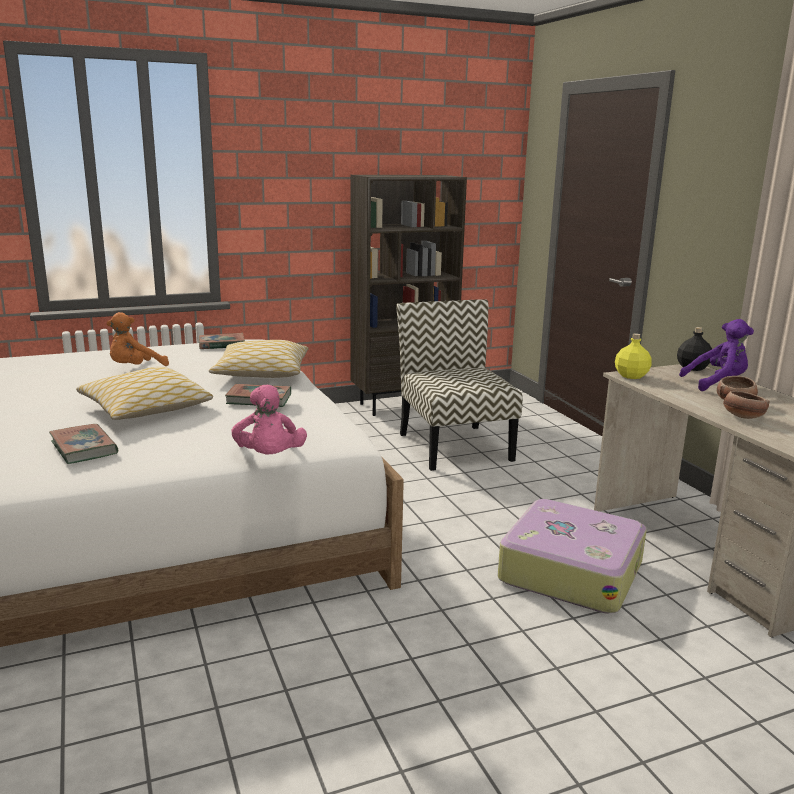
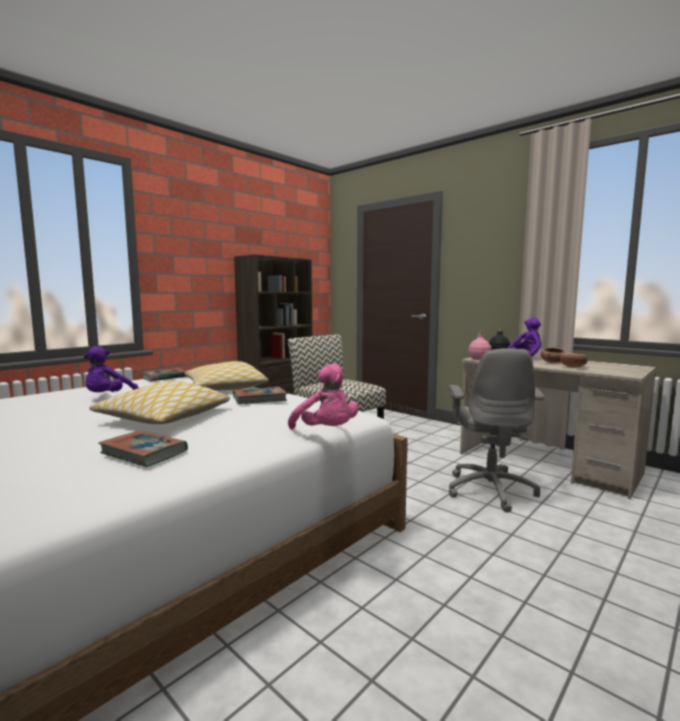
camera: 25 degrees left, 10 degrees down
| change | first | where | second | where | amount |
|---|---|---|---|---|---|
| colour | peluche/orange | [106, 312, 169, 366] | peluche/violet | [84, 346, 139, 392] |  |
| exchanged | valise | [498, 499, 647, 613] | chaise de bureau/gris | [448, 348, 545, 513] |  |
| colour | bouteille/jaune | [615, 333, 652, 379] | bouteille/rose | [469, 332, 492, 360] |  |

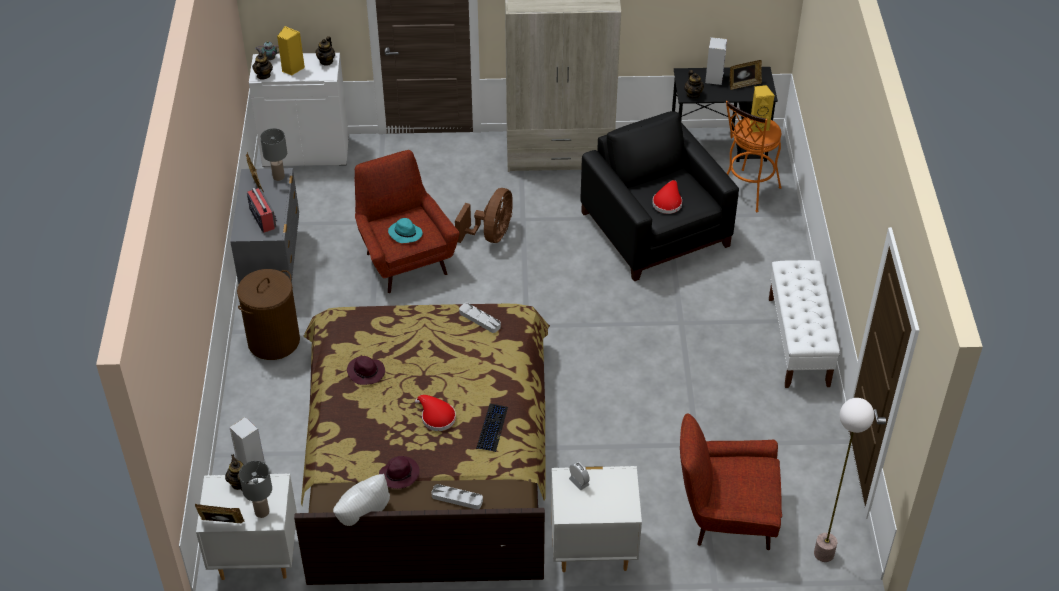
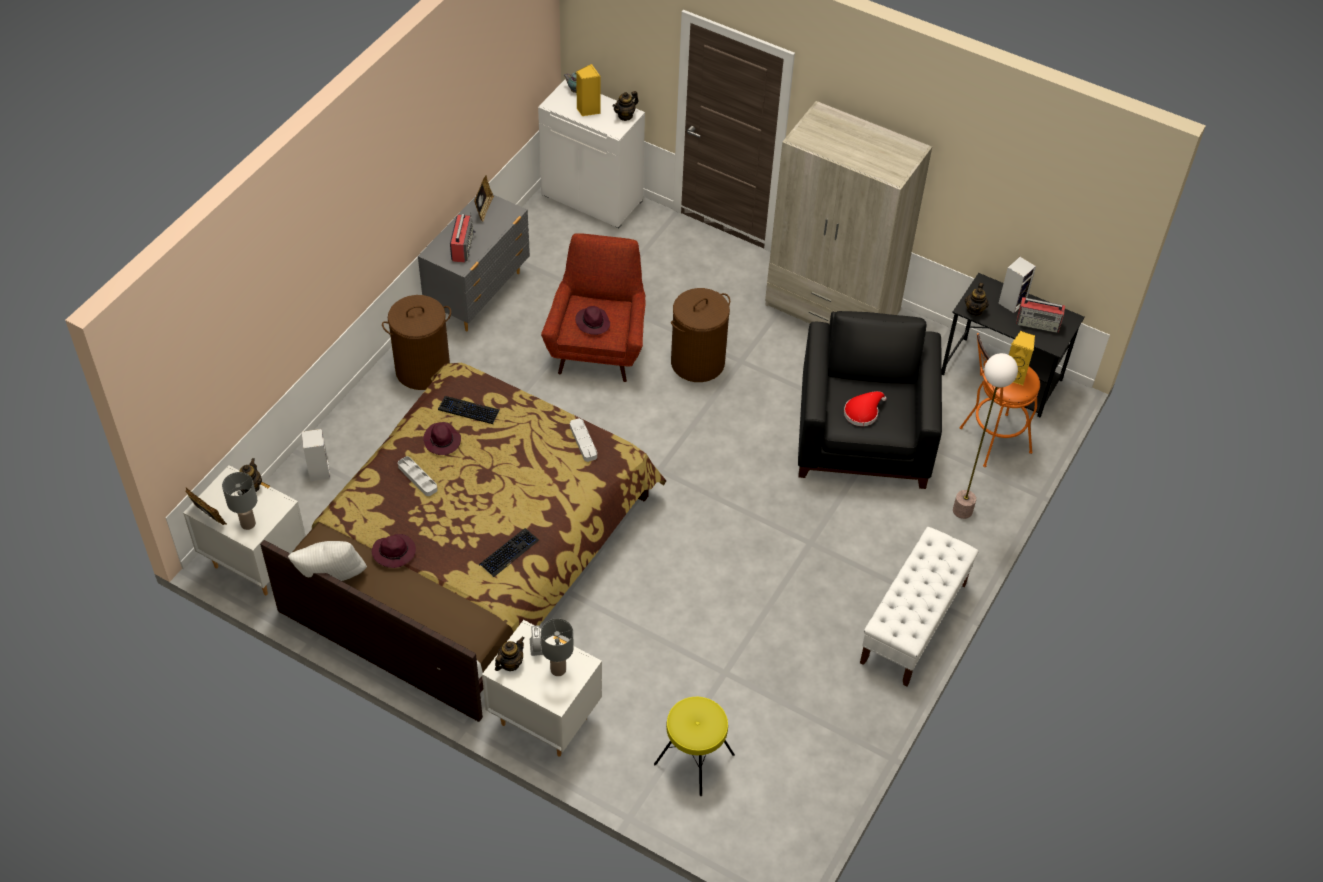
camera: 30 degrees right, 5 degrees up
| change | first | where | second | where | amount |
|---|---|---|---|---|---|
| relocated | théière | [252, 51, 273, 80] |  | [495, 636, 524, 671] |  |
| relocated | lampe de table/gris | [260, 128, 287, 181] |  | [541, 618, 574, 676] |  |
| colour | chapeau/turquoise | [388, 218, 423, 243] | chapeau/violet | [575, 306, 610, 335] |  |
| missing | chapeau/rouge | [415, 395, 456, 431] |  |  |  |
| relocated | plateau/gris | [432, 484, 483, 509] |  | [398, 456, 437, 496] |  |
| exchanged | ventilateur/marron | [455, 188, 513, 243] | panier à linge/marron | [671, 288, 730, 382] |  |
| exchanged | fauteuil/rouge | [680, 413, 782, 550] | tabouret/jaune | [654, 697, 735, 796] |  |
| exchanged | cadre photo | [730, 60, 762, 90] | radio | [1016, 297, 1065, 333] |  |
| relocated | lampadaire | [814, 398, 874, 562] |  | [953, 353, 1018, 519] |  |
| appeared |  |  | clavier | [438, 396, 500, 424] |  |

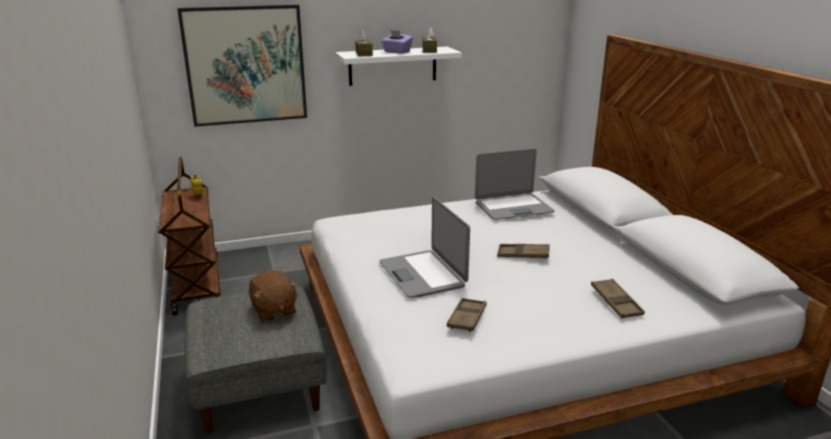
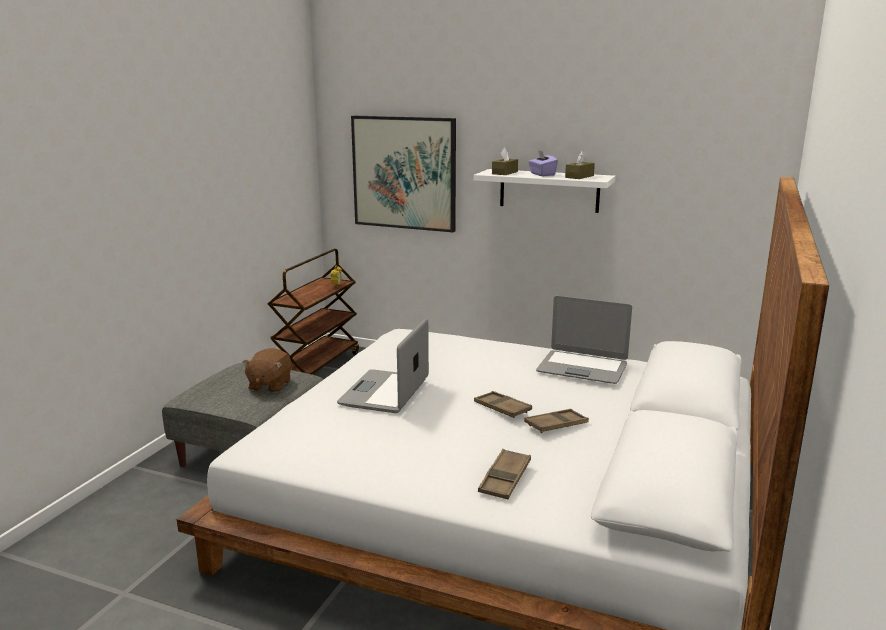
camera: 40 degrees right, 5 degrees down
| change | first | where | second | where | amount |
|---|---|---|---|---|---|
| relocated | plateau/marron | [447, 298, 487, 332] |  | [524, 409, 589, 433] |  |

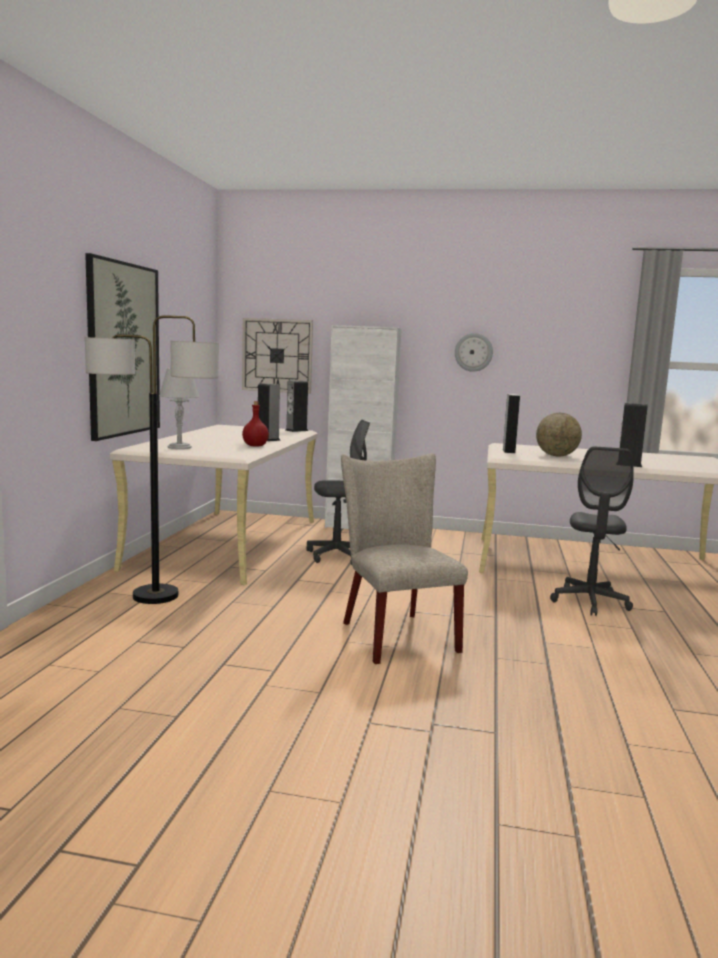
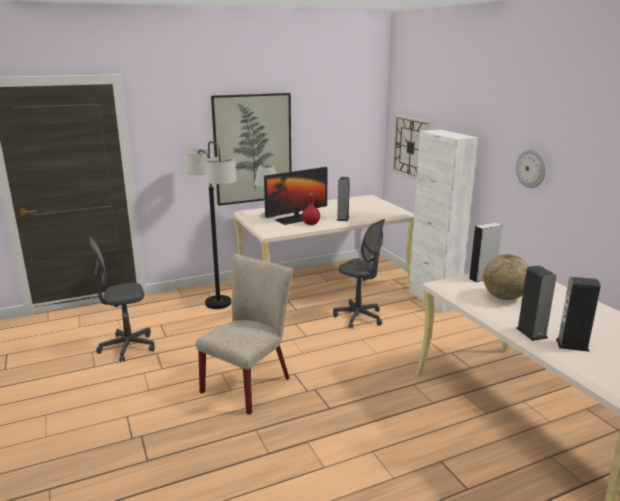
camera: 55 degrees right, 10 degrees up
| change | first | where | second | where | amount |
|---|---|---|---|---|---|
| relocated | enceinte | [286, 381, 308, 432] |  | [556, 277, 601, 352] |  |
| relocated | chaise de bureau/gris | [550, 447, 634, 616] |  | [90, 237, 155, 362] |  |
| appeared |  |  | écran d'ordinateur | [264, 167, 328, 225] |  |

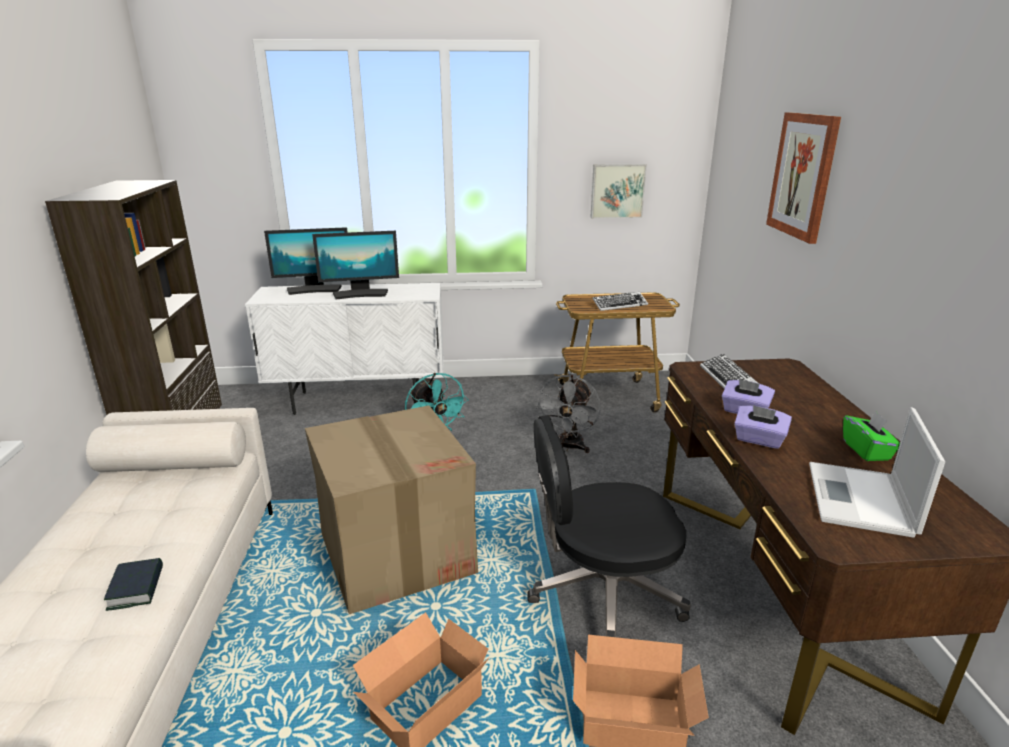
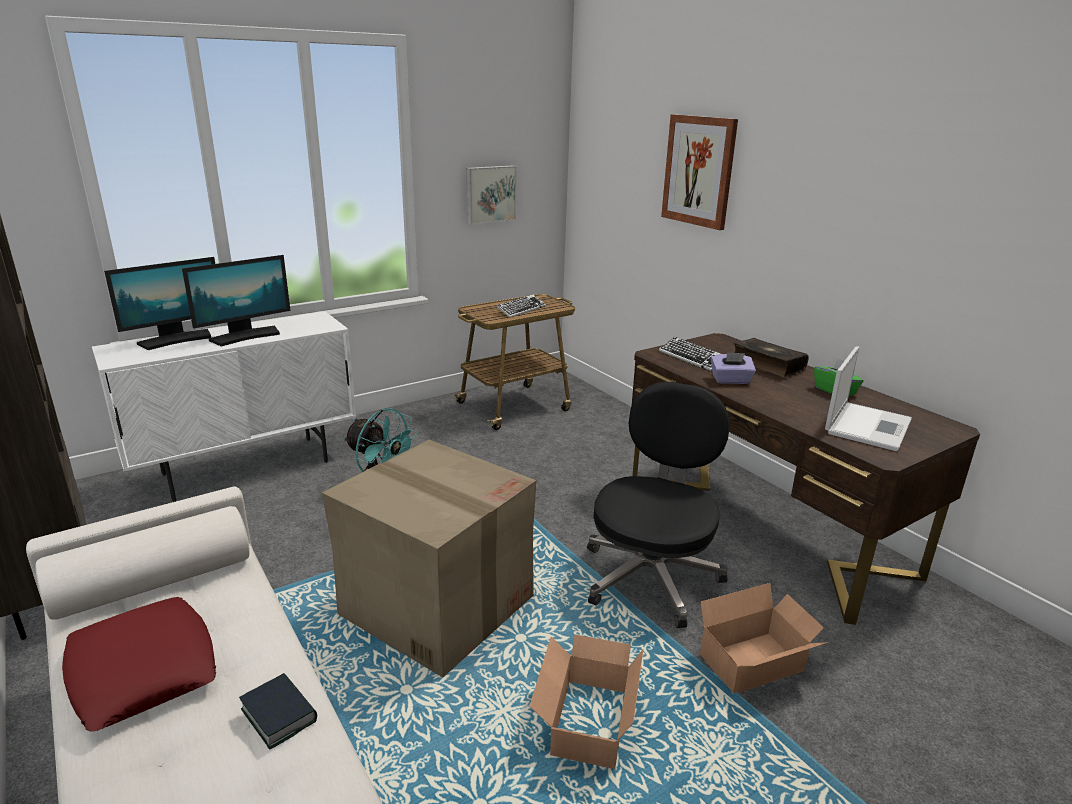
camera: 30 degrees left, 0 degrees up
| change | first | where | second | where | amount |
|---|---|---|---|---|---|
| spun | chaise de bureau/noir | [527, 415, 691, 637] |  | [587, 382, 730, 628] | 150 degrees clockwise |
| missing | ventilateur/gris | [536, 375, 601, 453] |  |  |  |
| missing | boîte à mouchoirs/violet | [734, 405, 792, 449] |  |  |  |
| spun | ordinateur portable | [809, 407, 945, 538] |  | [825, 346, 912, 451] | 135 degrees counterclockwise |
| appeared |  |  | coussin/rouge | [62, 597, 216, 732] |  |
| appeared |  |  | livre | [734, 338, 809, 378] |  |

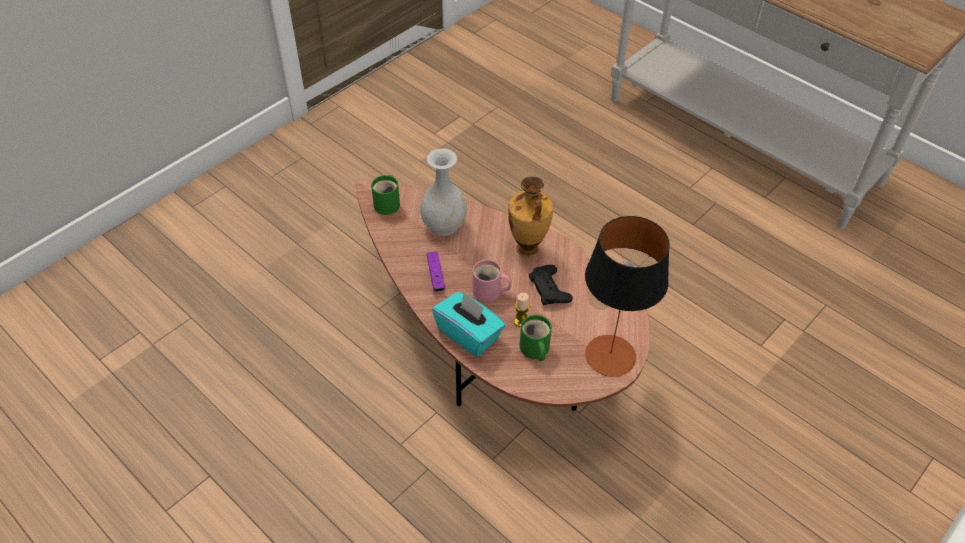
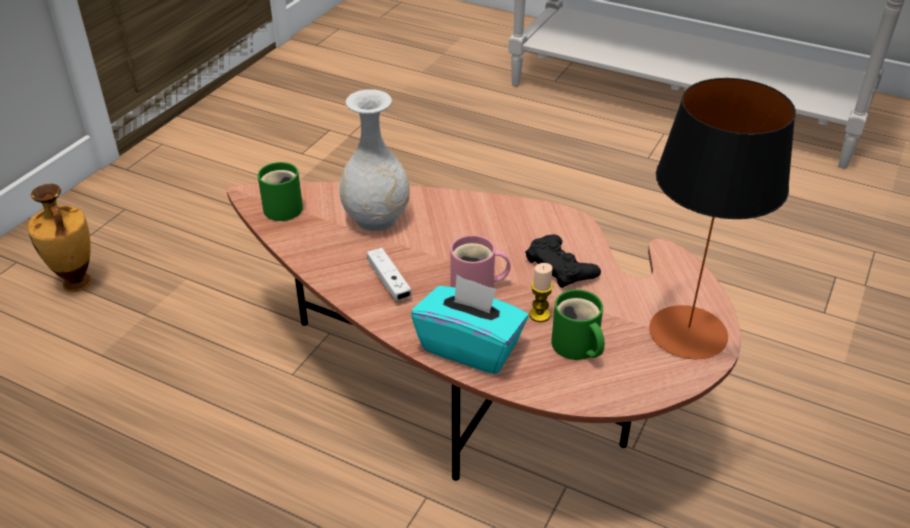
camera: 15 degrees left, 10 degrees down
| change | first | where | second | where | amount |
|---|---|---|---|---|---|
| colour | manette/violet | [427, 252, 445, 292] | manette/blanc | [367, 248, 412, 301] |  |
| relocated | vase | [508, 176, 553, 257] |  | [27, 184, 92, 292] |  |

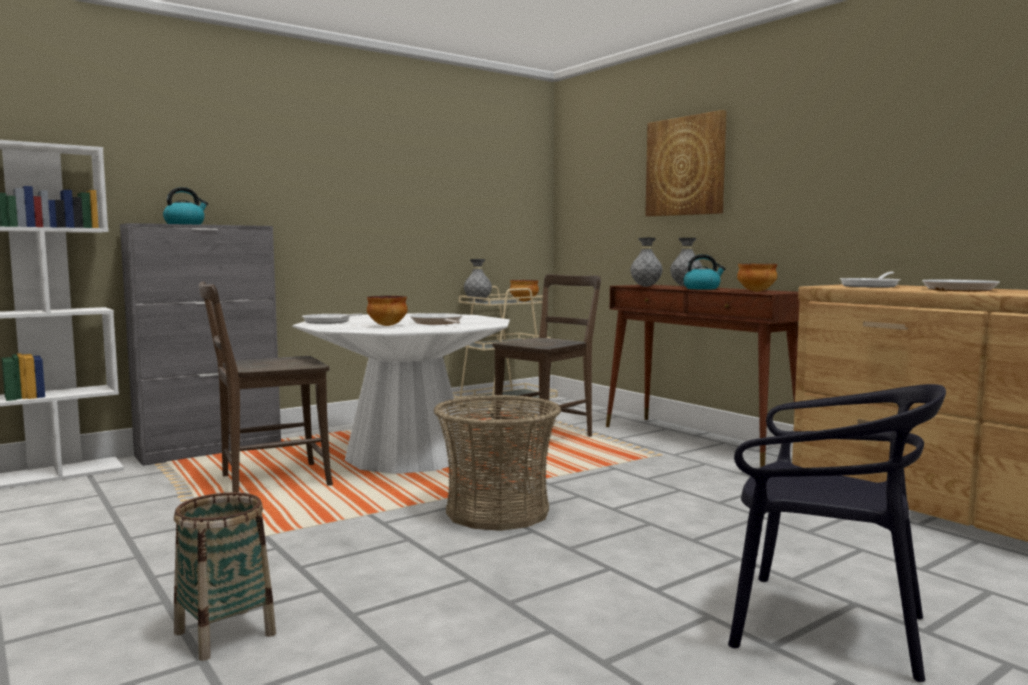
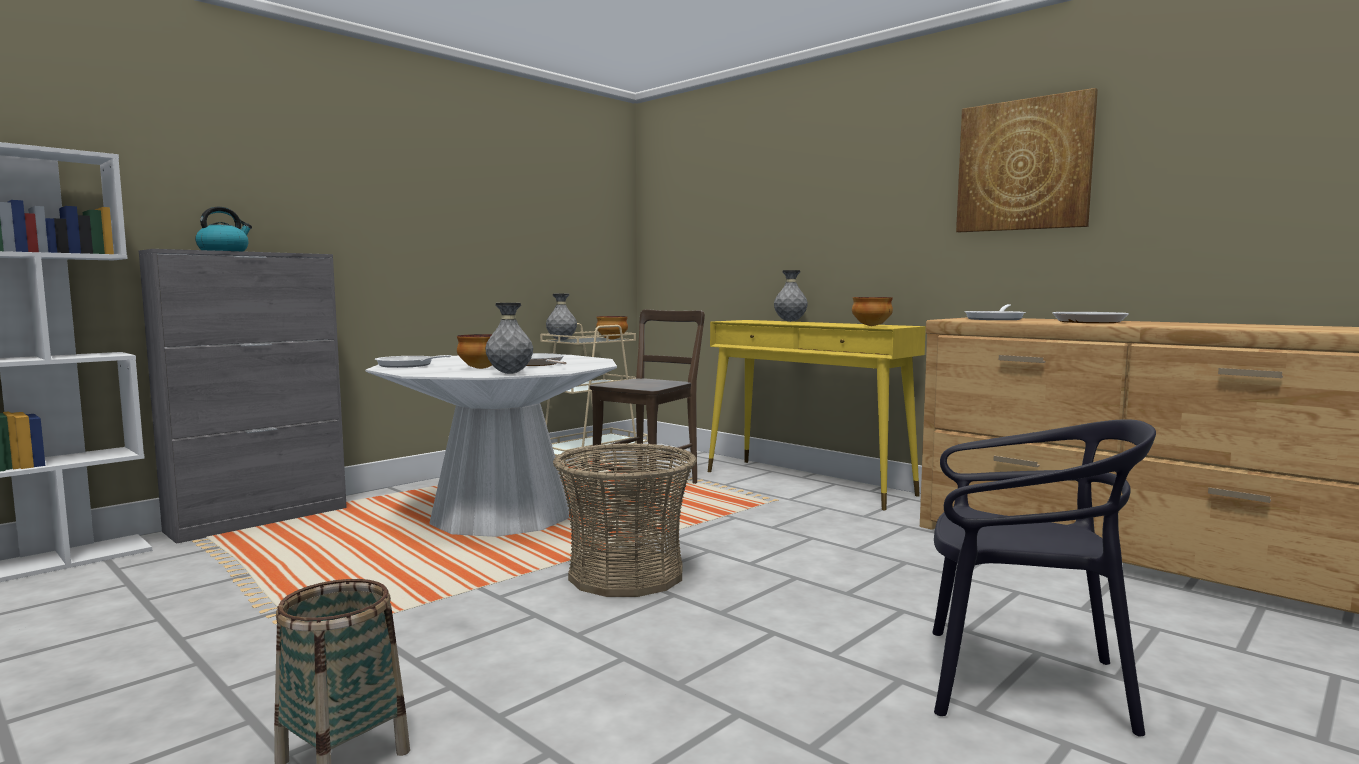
camera: 10 degrees left, 0 degrees up
| change | first | where | second | where | amount |
|---|---|---|---|---|---|
| missing | chaise/marron | [199, 281, 333, 492] |  |  |  |
| colour | table console/marron | [606, 285, 800, 468] | table console/jaune | [708, 320, 926, 510] |  |
| relocated | vase/gris | [630, 238, 663, 287] |  | [485, 303, 533, 374] |  |
| relocated | tableau | [645, 110, 727, 216] |  | [956, 88, 1098, 232] |  |
| missing | bouilloire | [683, 254, 726, 290] |  |  |  |

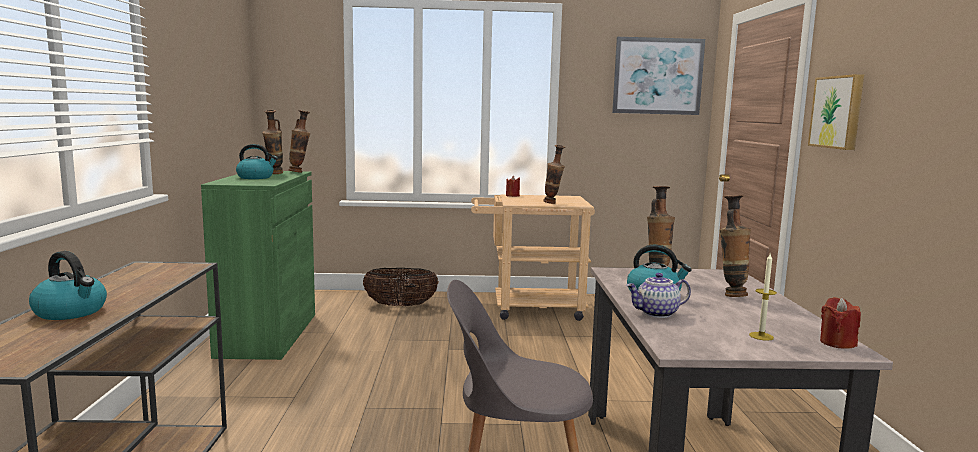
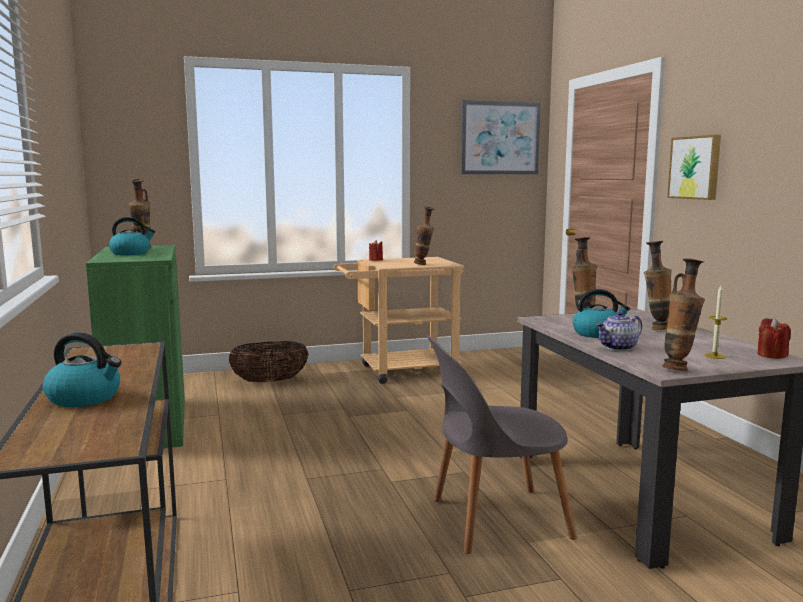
camera: 15 degrees left, 0 degrees up
| change | first | where | second | where | amount |
|---|---|---|---|---|---|
| relocated | vase | [288, 110, 310, 173] |  | [662, 258, 705, 371] |  |

